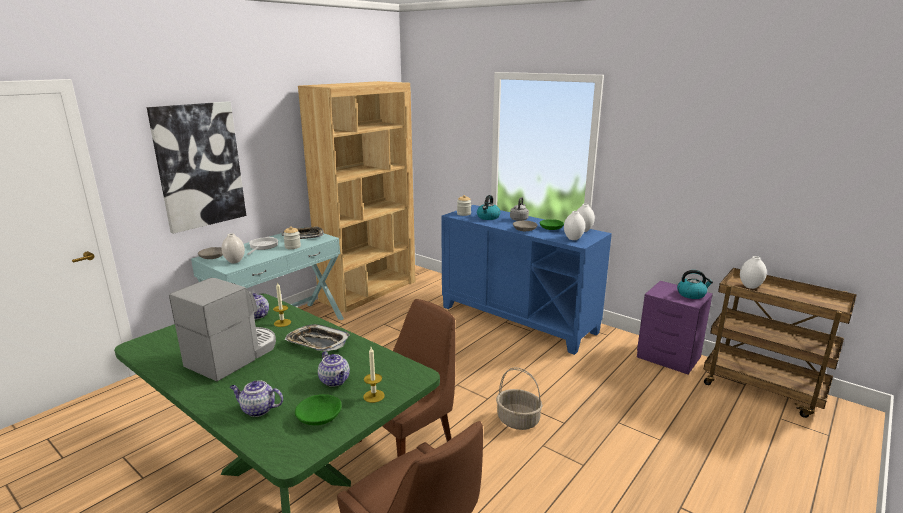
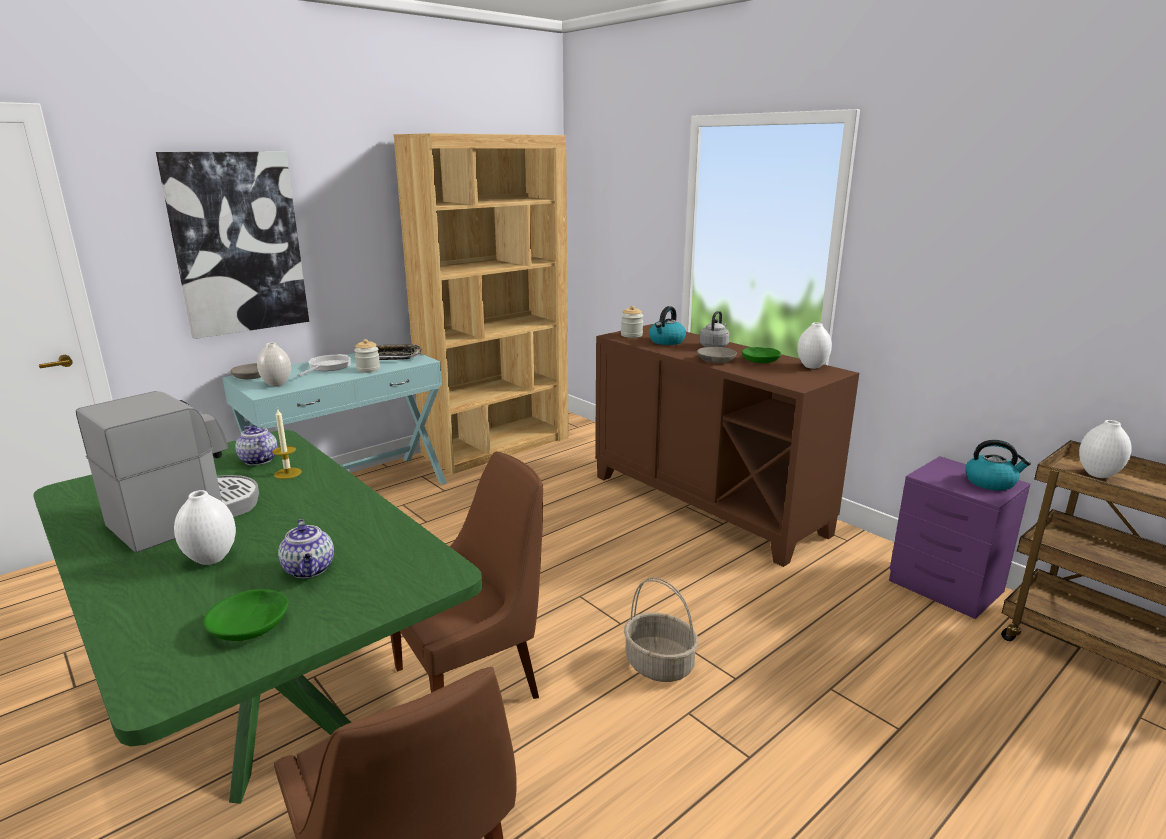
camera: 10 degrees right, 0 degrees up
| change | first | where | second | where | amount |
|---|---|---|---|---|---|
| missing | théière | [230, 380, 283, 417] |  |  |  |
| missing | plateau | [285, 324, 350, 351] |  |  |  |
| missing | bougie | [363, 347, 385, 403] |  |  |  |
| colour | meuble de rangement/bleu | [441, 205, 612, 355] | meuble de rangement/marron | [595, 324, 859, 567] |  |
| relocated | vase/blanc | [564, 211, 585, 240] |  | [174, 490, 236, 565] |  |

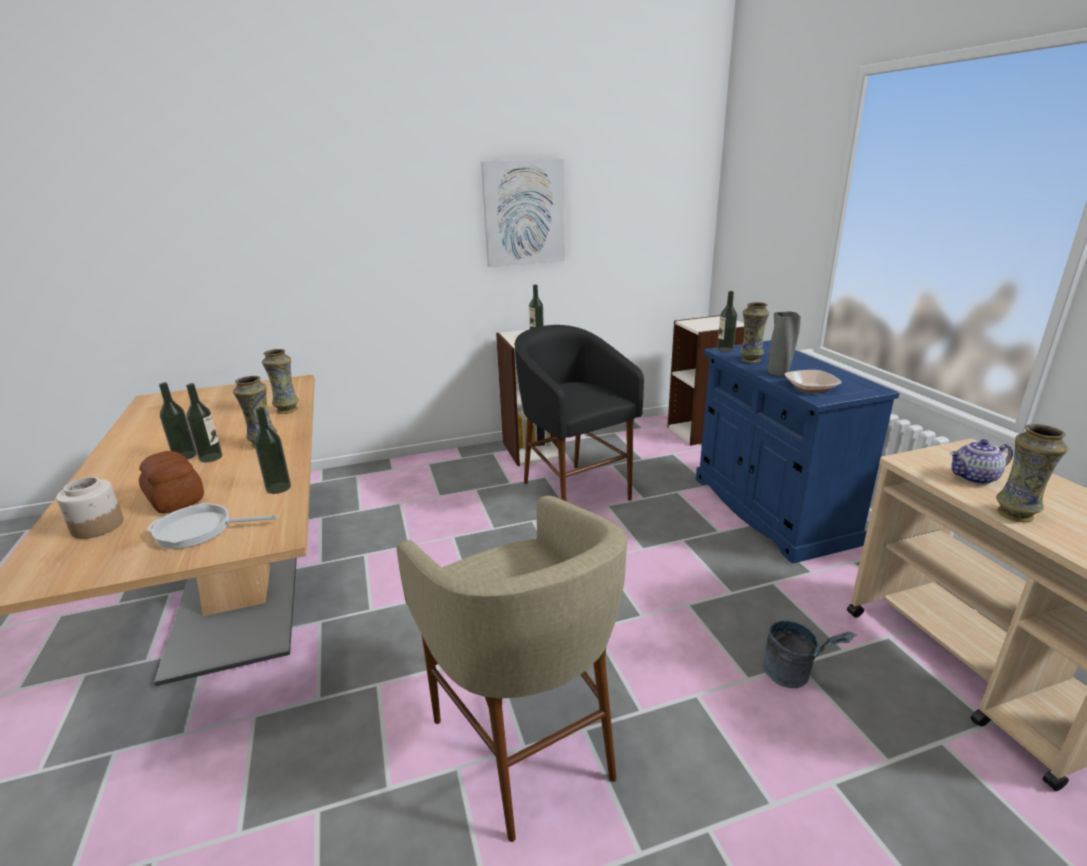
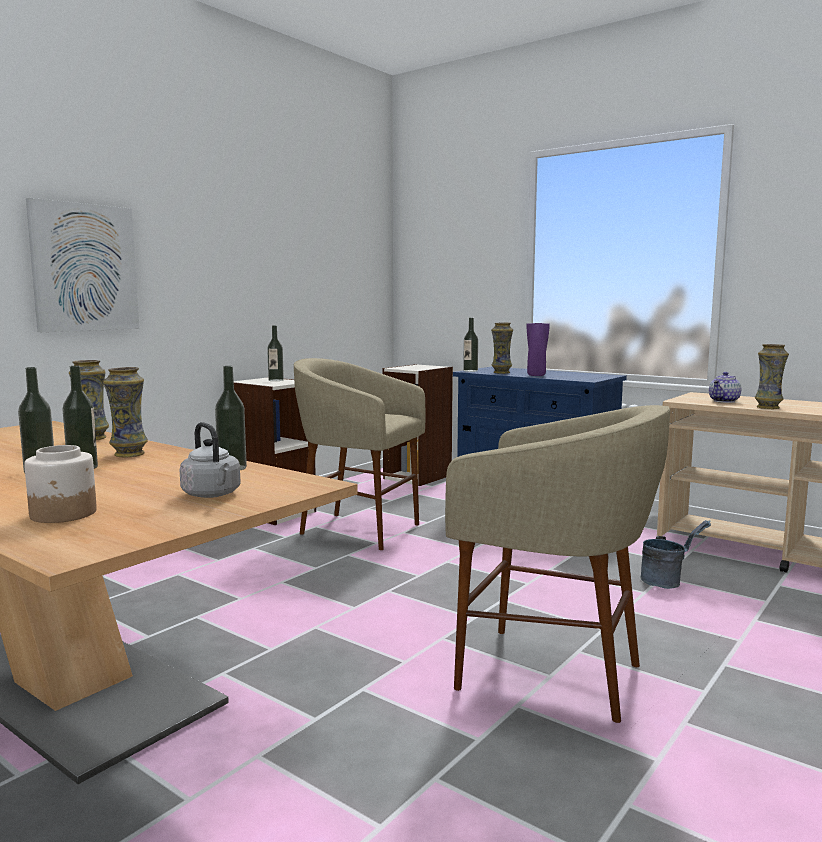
camera: 35 degrees left, 15 degrees down
| change | first | where | second | where | amount |
|---|---|---|---|---|---|
| missing | pain | [139, 451, 204, 514] |  |  |  |
| exchanged | poêle | [146, 503, 278, 549] | bouilloire/gris | [180, 422, 240, 498] |  |
| relocated | tableau | [481, 159, 565, 267] |  | [26, 198, 139, 332] |  |
| colour | tabouret/noir | [514, 325, 644, 501] | tabouret/beige | [294, 358, 425, 550] |  |
| colour | vase/gris | [768, 312, 801, 377] | vase/violet | [527, 323, 550, 376] |  |
| missing | bol | [785, 370, 842, 393] |  |  |  |

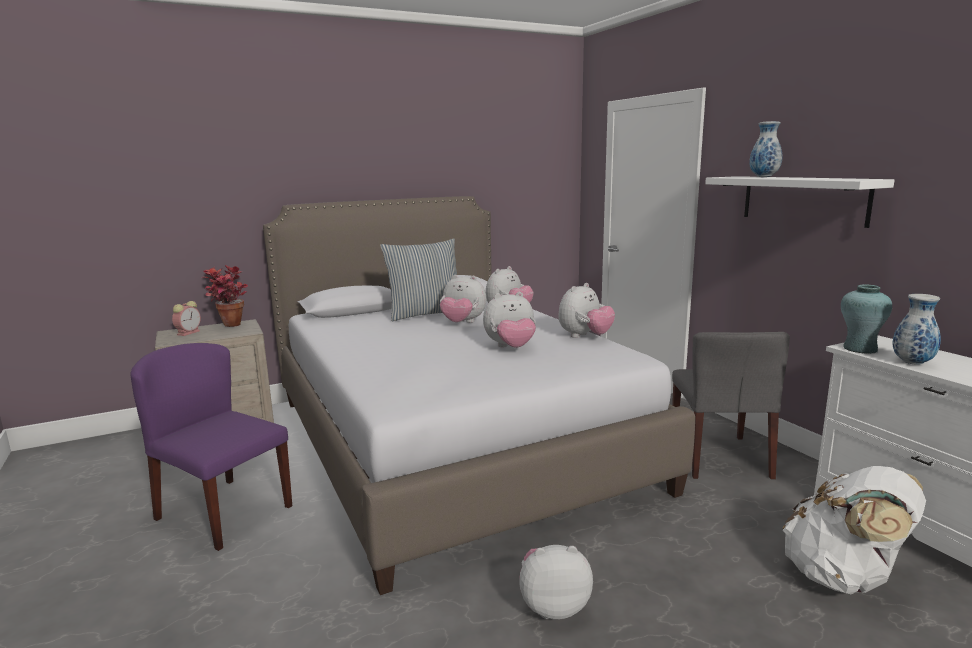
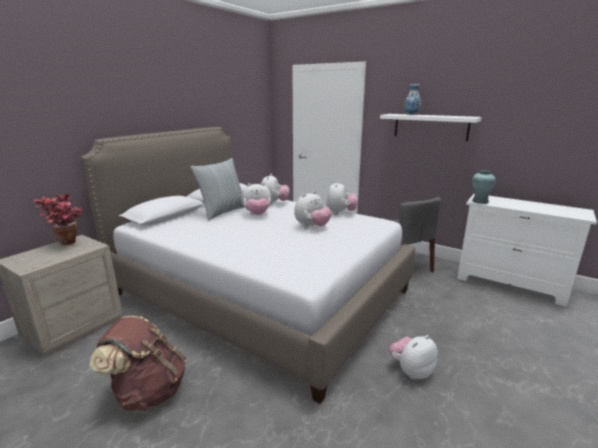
camera: 30 degrees left, 5 degrees up
| change | first | where | second | where | amount |
|---|---|---|---|---|---|
| exchanged | chaise/violet | [130, 343, 292, 551] | sac à dos/marron | [90, 316, 186, 411] |  |
| missing | réveil | [172, 301, 201, 336] |  |  |  |
| missing | sac à dos/blanc | [783, 466, 926, 594] |  |  |  |
| missing | vase | [892, 294, 941, 365] |  |  |  |

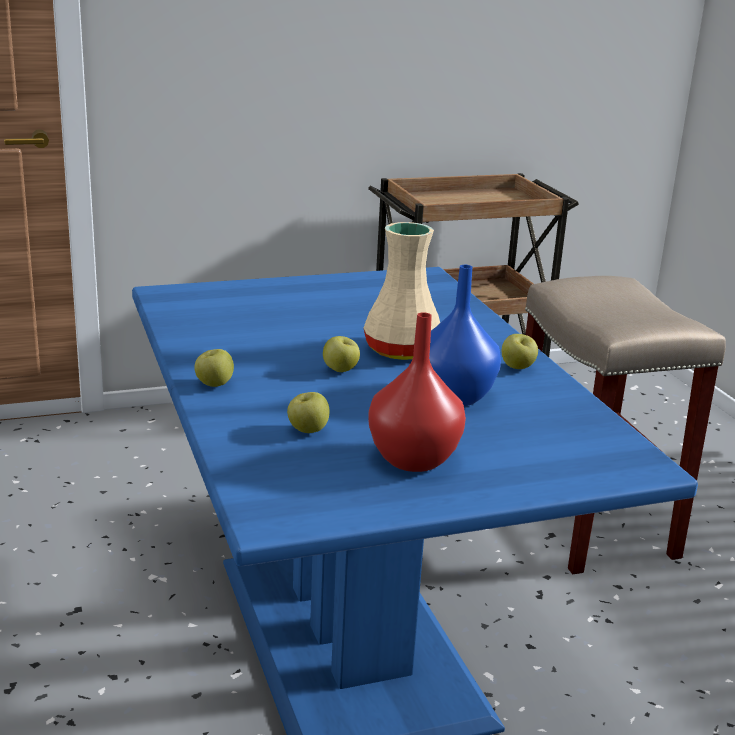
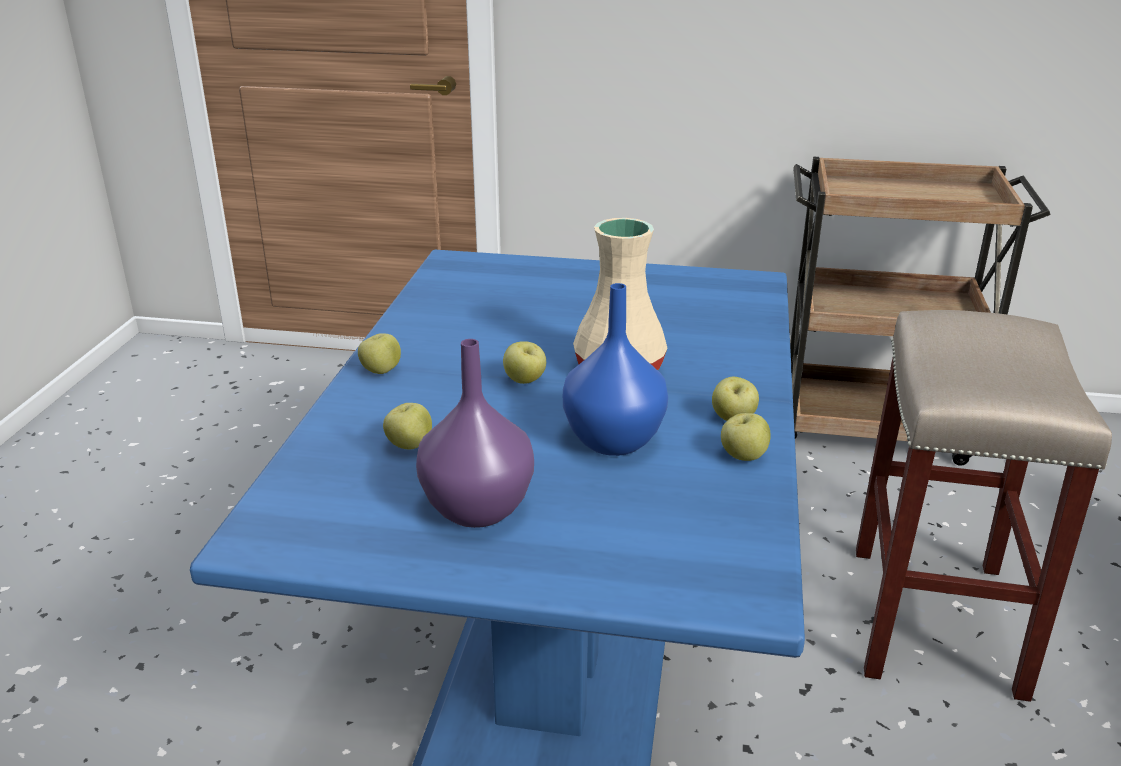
camera: 30 degrees right, 5 degrees up
| change | first | where | second | where | amount |
|---|---|---|---|---|---|
| colour | vase/rouge | [368, 312, 466, 472] | vase/violet | [416, 339, 534, 528] |  |
| appeared |  |  | pomme | [721, 413, 771, 461] |  |

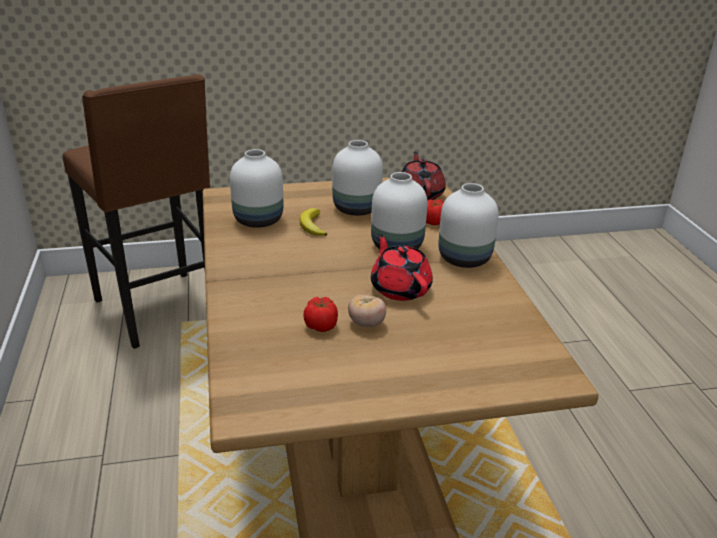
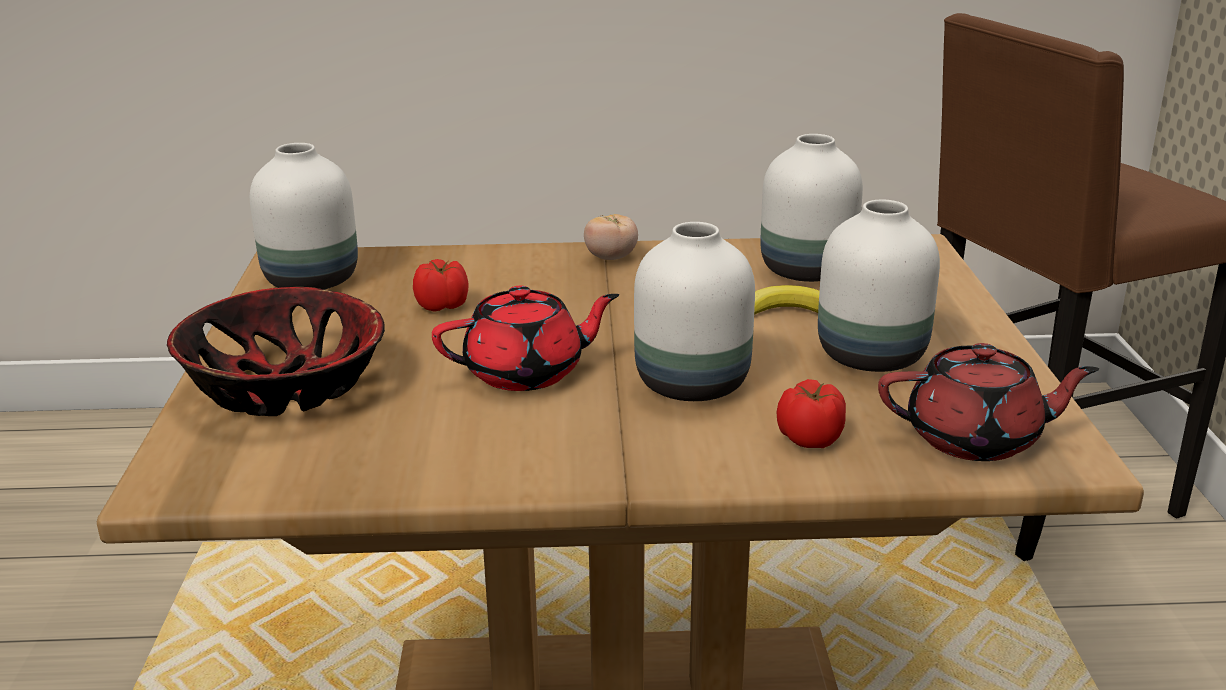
camera: 100 degrees right, 5 degrees down
| change | first | where | second | where | amount |
|---|---|---|---|---|---|
| relocated | tomate | [348, 295, 386, 328] |  | [584, 214, 638, 260] |  |
| relocated | vase/blanc | [438, 183, 499, 268] |  | [250, 143, 358, 290] |  |
| appeared |  |  | bol | [167, 287, 385, 416] |  |

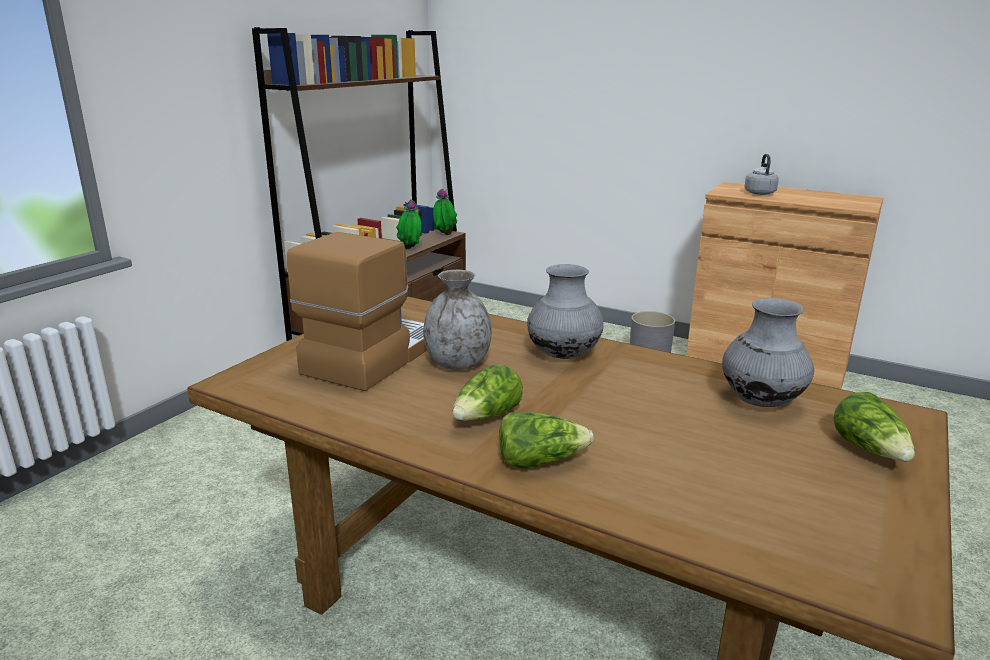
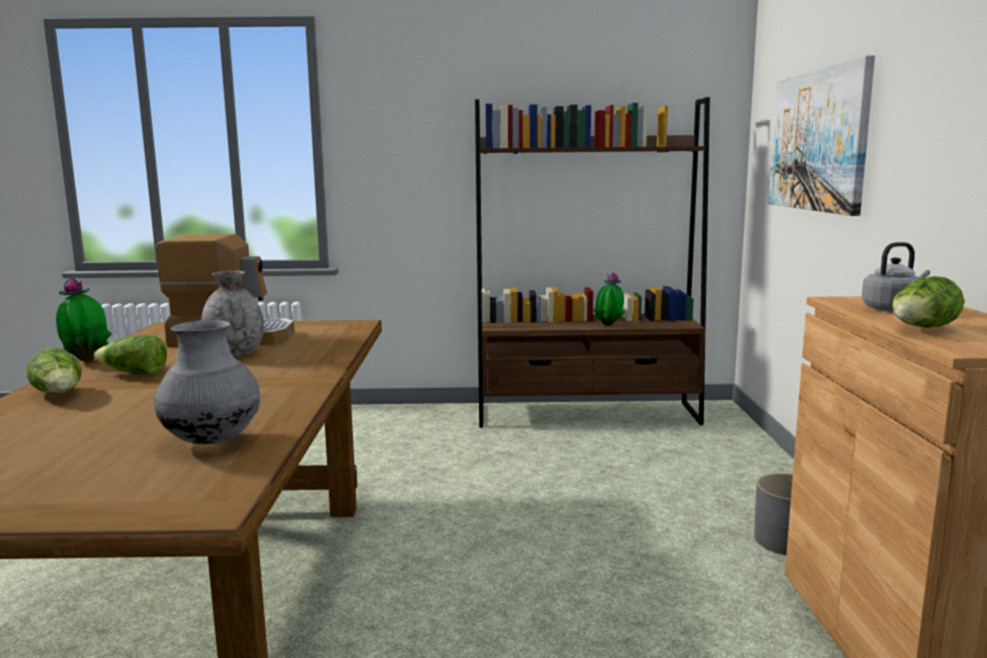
camera: 60 degrees right, 10 degrees down
| change | first | where | second | where | amount |
|---|---|---|---|---|---|
| relocated | plante en pot | [433, 189, 457, 235] |  | [56, 277, 112, 362] |  |
| missing | vase/gris | [527, 264, 604, 359] |  |  |  |
| relocated | laitue | [834, 392, 915, 461] |  | [892, 276, 964, 328] |  |
| appeared |  |  | tableau | [769, 55, 875, 216] |  |

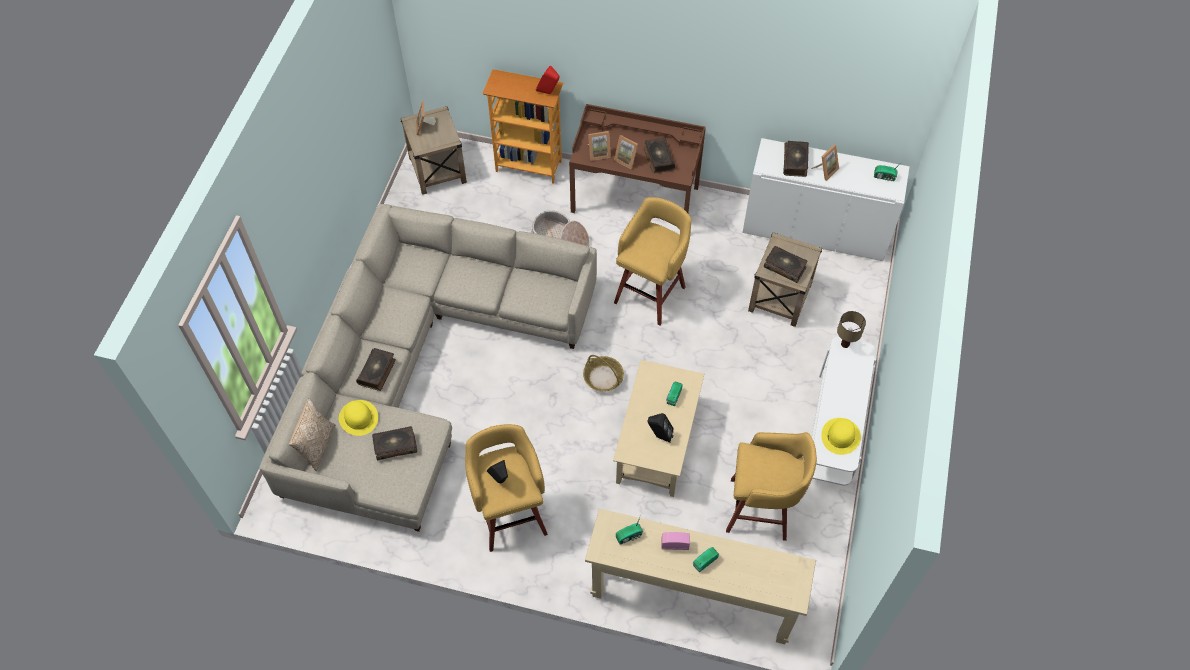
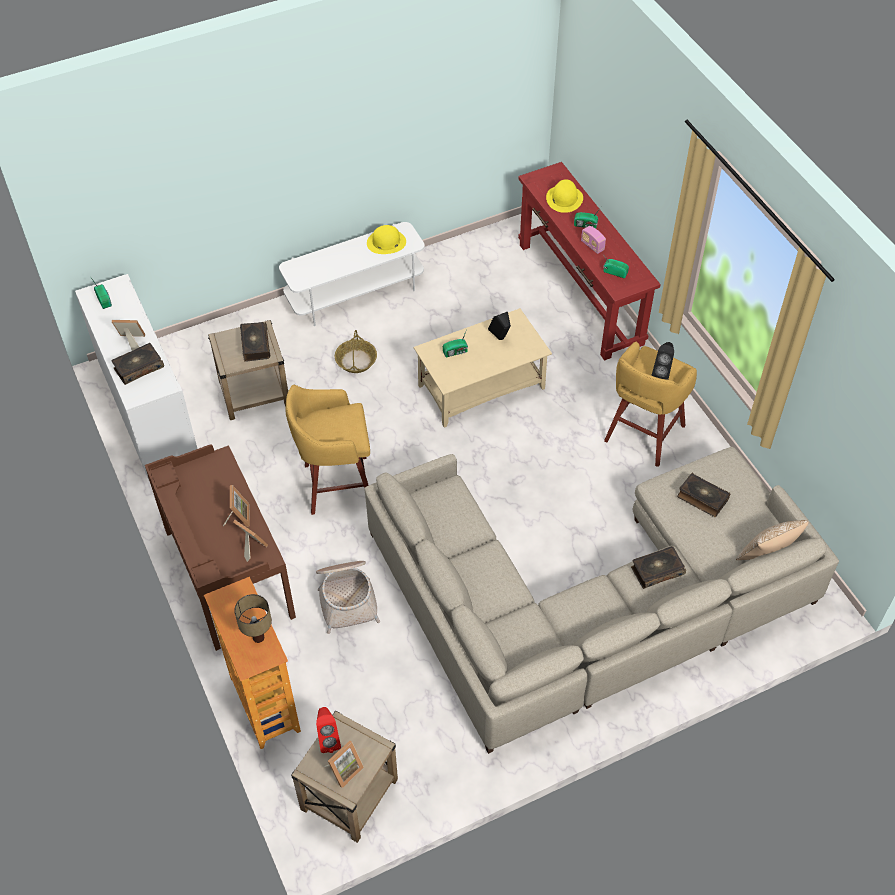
camera: 130 degrees left, 5 degrees down
| change | first | where | second | where | amount |
|---|---|---|---|---|---|
| relocated | chapeau/jaune | [339, 400, 378, 436] |  | [546, 179, 583, 213] |  |
| relocated | enceinte/rouge | [536, 66, 559, 94] |  | [316, 707, 341, 753] |  |
| relocated | panier | [583, 355, 624, 392] |  | [335, 330, 377, 373] |  |
| colour | table console/beige | [585, 508, 816, 644] | table console/rouge | [518, 162, 661, 361] |  |
| missing | livre | [644, 138, 675, 174] |  |  |  |
| missing | tabouret/jaune | [726, 432, 817, 541] |  |  |  |
| relocated | lampe de table | [837, 311, 866, 348] |  | [234, 594, 272, 643] |  |

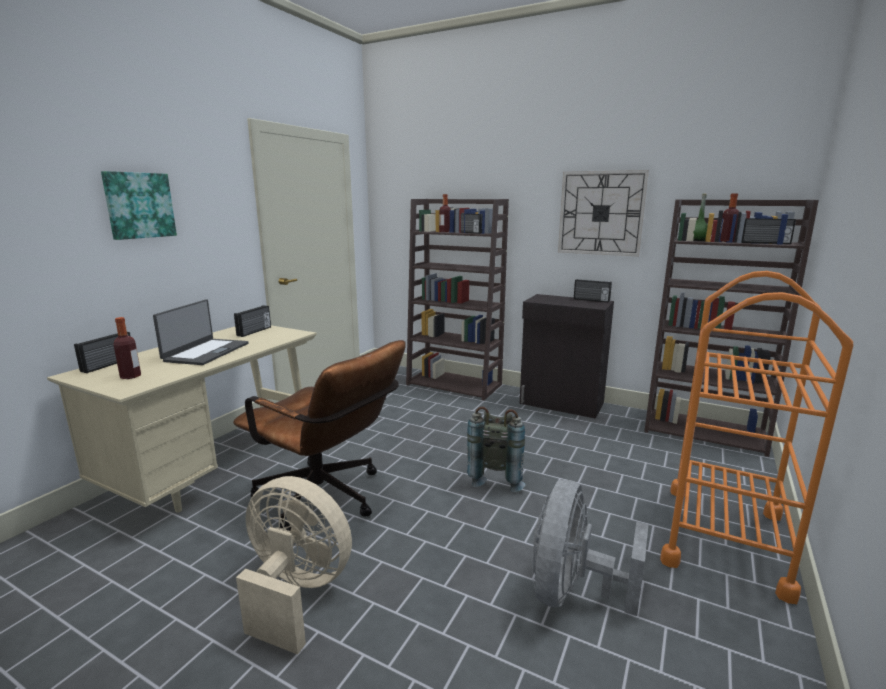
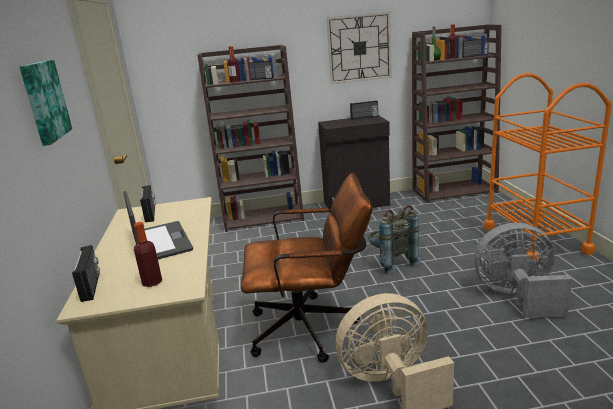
camera: 35 degrees left, 5 degrees up
| change | first | where | second | where | amount |
|---|---|---|---|---|---|
| spun | ventilateur/gris | [532, 480, 648, 616] |  | [474, 223, 572, 318] | 105 degrees clockwise |

